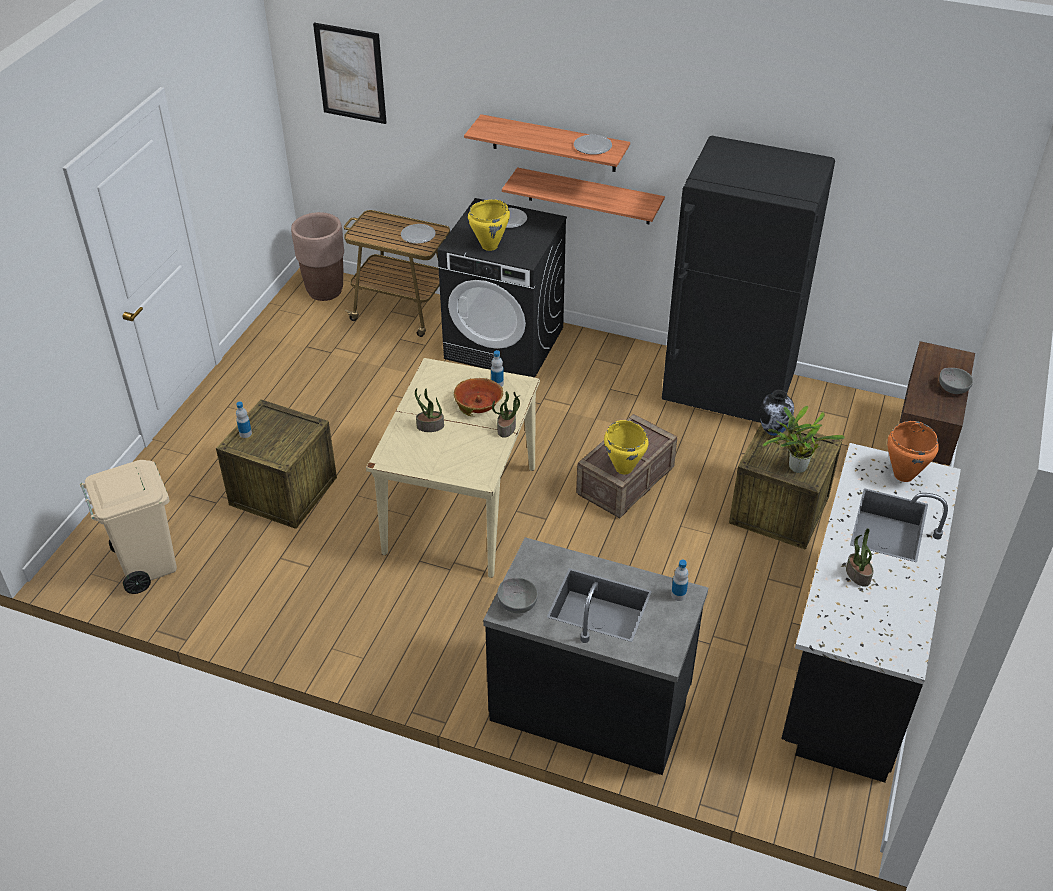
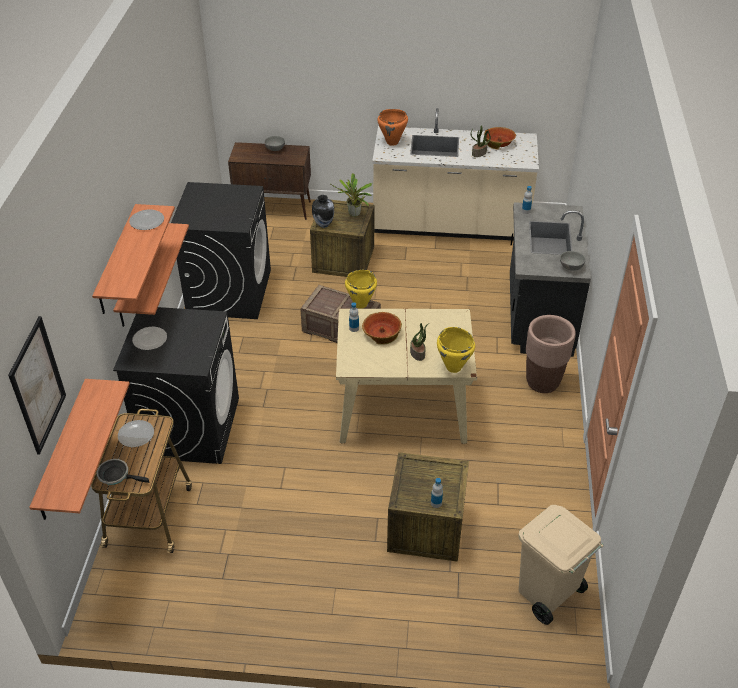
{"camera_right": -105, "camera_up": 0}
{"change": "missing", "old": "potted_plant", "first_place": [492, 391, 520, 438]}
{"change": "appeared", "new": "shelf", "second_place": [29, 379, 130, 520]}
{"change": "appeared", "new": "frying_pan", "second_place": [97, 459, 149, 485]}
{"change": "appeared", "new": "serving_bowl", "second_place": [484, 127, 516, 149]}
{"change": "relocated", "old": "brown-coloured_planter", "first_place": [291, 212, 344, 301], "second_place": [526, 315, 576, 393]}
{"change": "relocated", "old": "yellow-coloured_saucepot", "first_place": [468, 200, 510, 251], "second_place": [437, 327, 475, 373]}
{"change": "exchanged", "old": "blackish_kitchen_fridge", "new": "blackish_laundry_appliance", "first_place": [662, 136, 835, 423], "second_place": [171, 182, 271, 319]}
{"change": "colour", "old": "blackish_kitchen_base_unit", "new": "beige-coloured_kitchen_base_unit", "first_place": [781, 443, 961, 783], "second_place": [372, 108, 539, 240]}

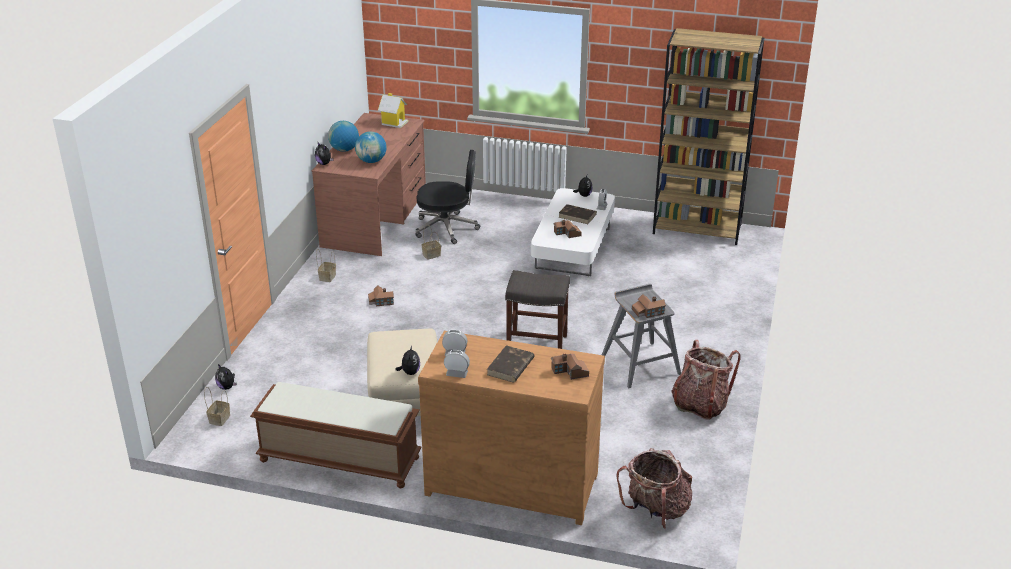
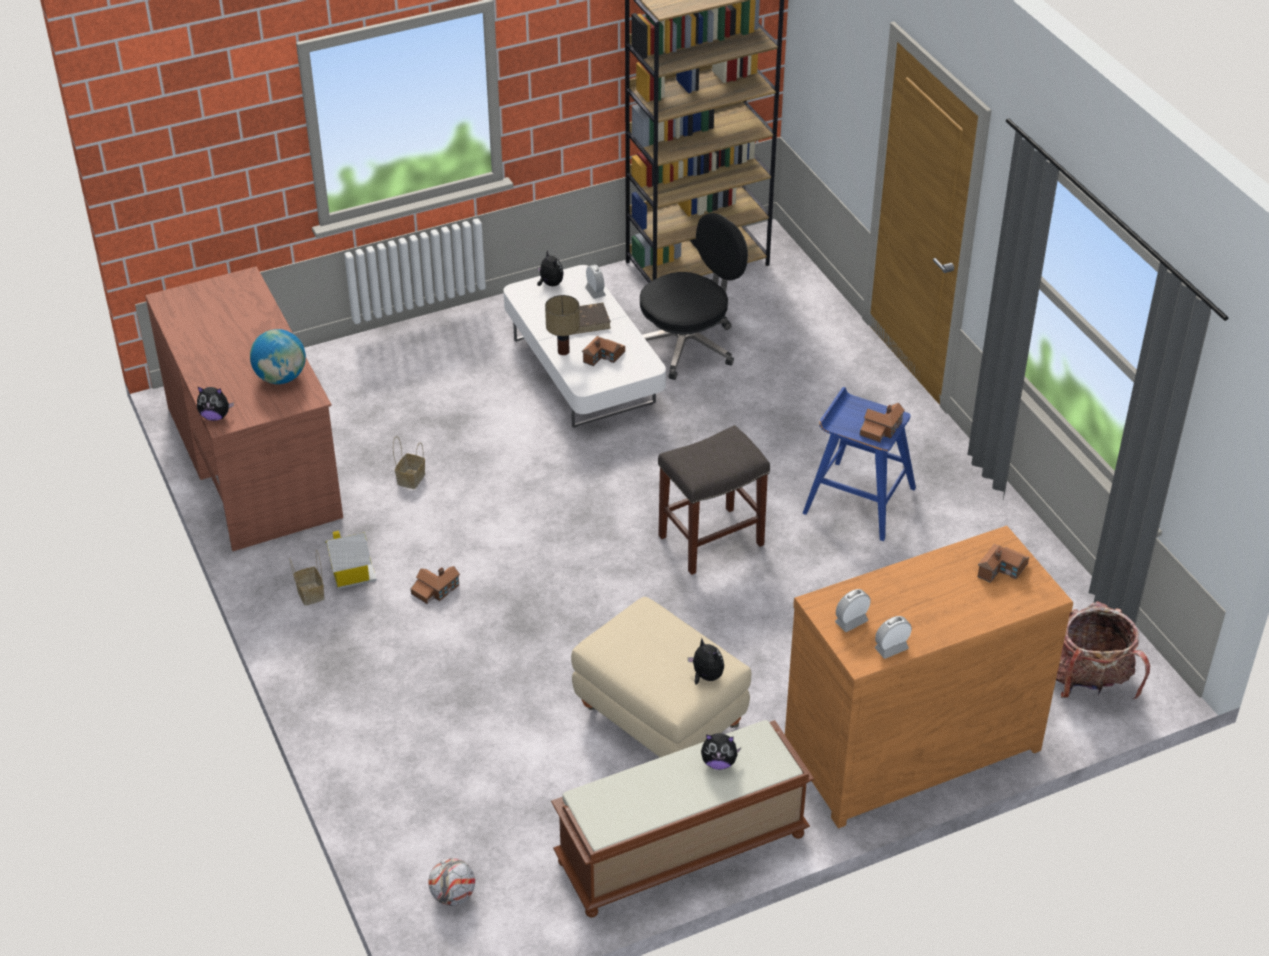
{"camera_right": -40, "camera_up": 10}
{"change": "missing", "old": "desk_globe", "first_place": [328, 121, 359, 152]}
{"change": "missing", "old": "brown-coloured_volume", "first_place": [487, 345, 534, 383]}
{"change": "missing", "old": "rucksack", "first_place": [671, 340, 740, 420]}
{"change": "appeared", "new": "table_lamp", "second_place": [545, 295, 580, 355]}
{"change": "relocated", "old": "plush_toy", "first_place": [215, 364, 237, 390], "second_place": [701, 733, 741, 770]}
{"change": "relocated", "old": "miniature_house", "first_place": [378, 93, 408, 128], "second_place": [324, 531, 377, 589]}
{"change": "relocated", "old": "blackish_office_chair", "first_place": [415, 150, 480, 244], "second_place": [640, 213, 748, 380]}
{"change": "exchanged", "old": "basket", "new": "football", "first_place": [204, 387, 230, 426], "second_place": [428, 858, 475, 906]}
{"change": "colour", "old": "greyish_stool", "new": "blue-coloured_stool", "first_place": [602, 284, 681, 388], "second_place": [802, 387, 916, 541]}

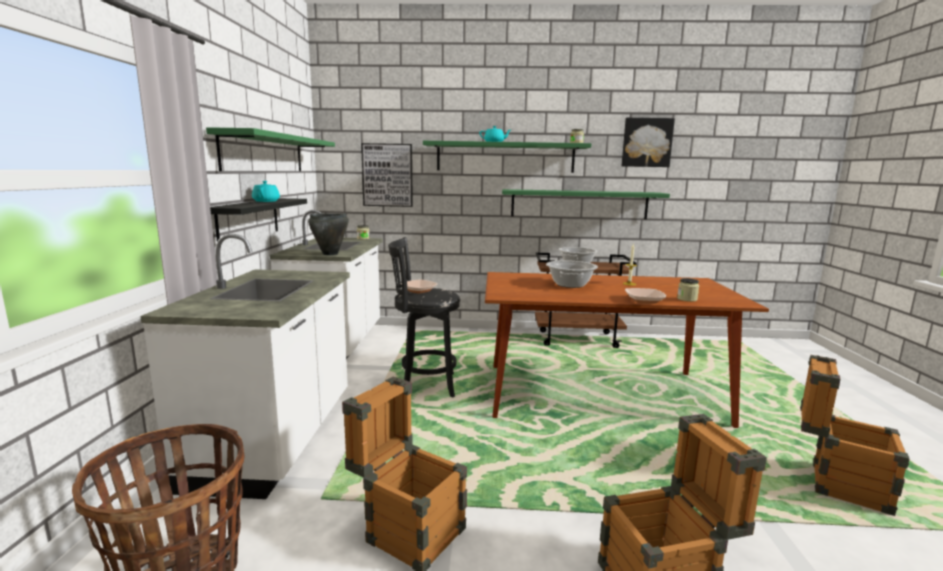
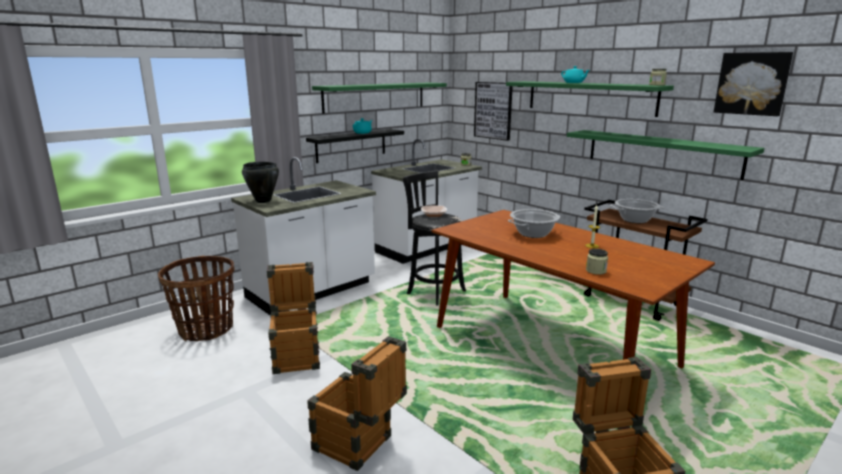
{"camera_right": 45, "camera_up": 5}
{"change": "missing", "old": "serving_bowl", "first_place": [625, 288, 666, 304]}
{"change": "relocated", "old": "blackish_saucepot", "first_place": [308, 213, 349, 255], "second_place": [242, 162, 279, 203]}

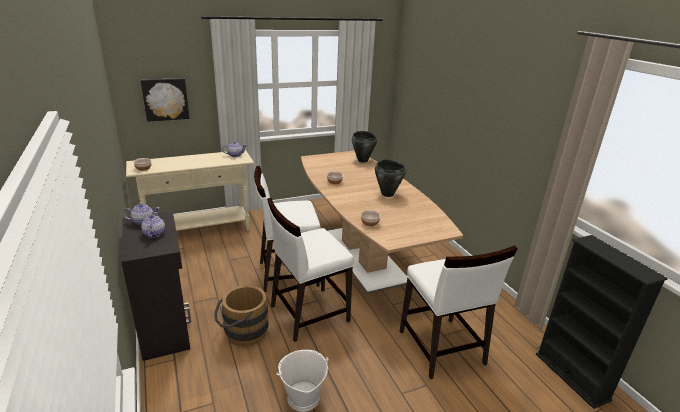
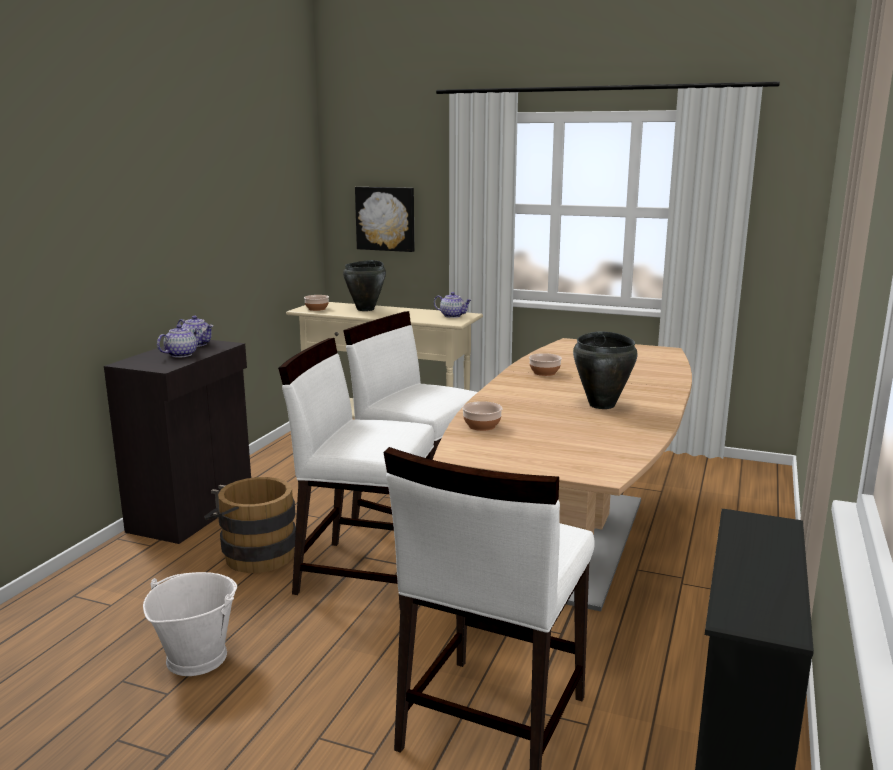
{"camera_right": 45, "camera_up": -10}
{"change": "relocated", "old": "blackish_saucepot", "first_place": [352, 131, 377, 163], "second_place": [343, 260, 386, 311]}

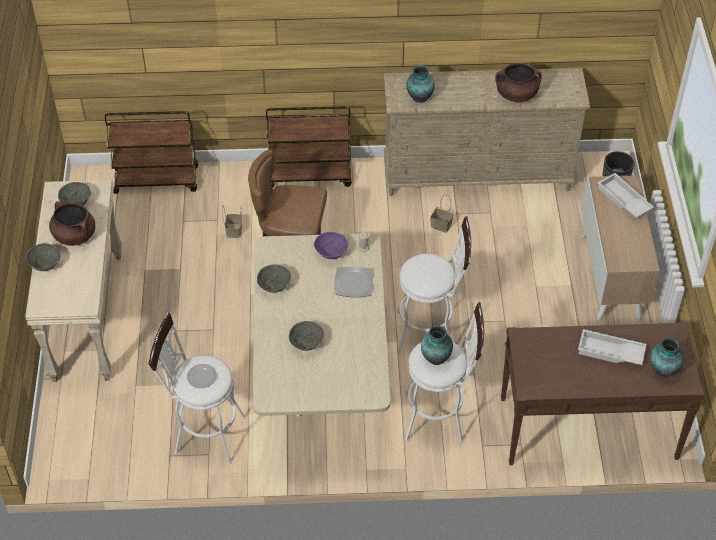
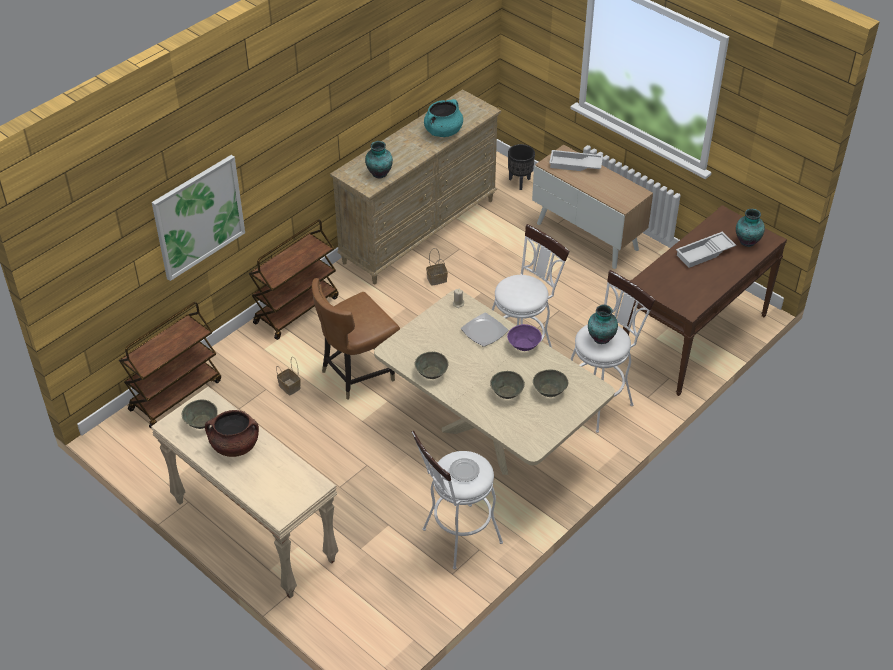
{"camera_right": -45, "camera_up": -5}
{"change": "appeared", "new": "wall_picture", "second_place": [152, 155, 245, 281]}
{"change": "relocated", "old": "greyish_serving_bowl", "first_place": [25, 243, 61, 271], "second_place": [533, 369, 568, 397]}
{"change": "relocated", "old": "purple-coloured_serving_bowl", "first_place": [314, 232, 348, 259], "second_place": [507, 324, 542, 351]}
{"change": "colour", "old": "brown-coloured_saucepot", "new": "blue-green_saucepot", "first_place": [495, 63, 542, 102], "second_place": [424, 99, 463, 137]}

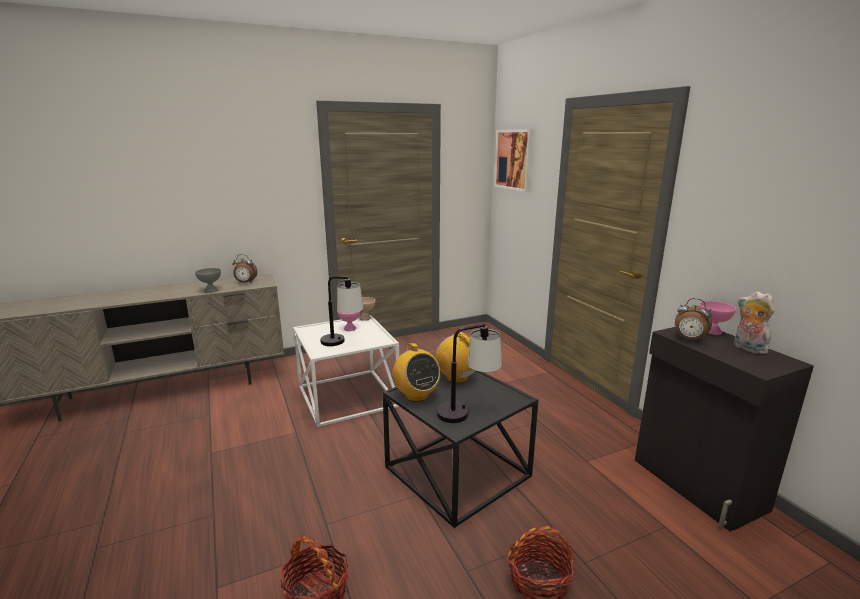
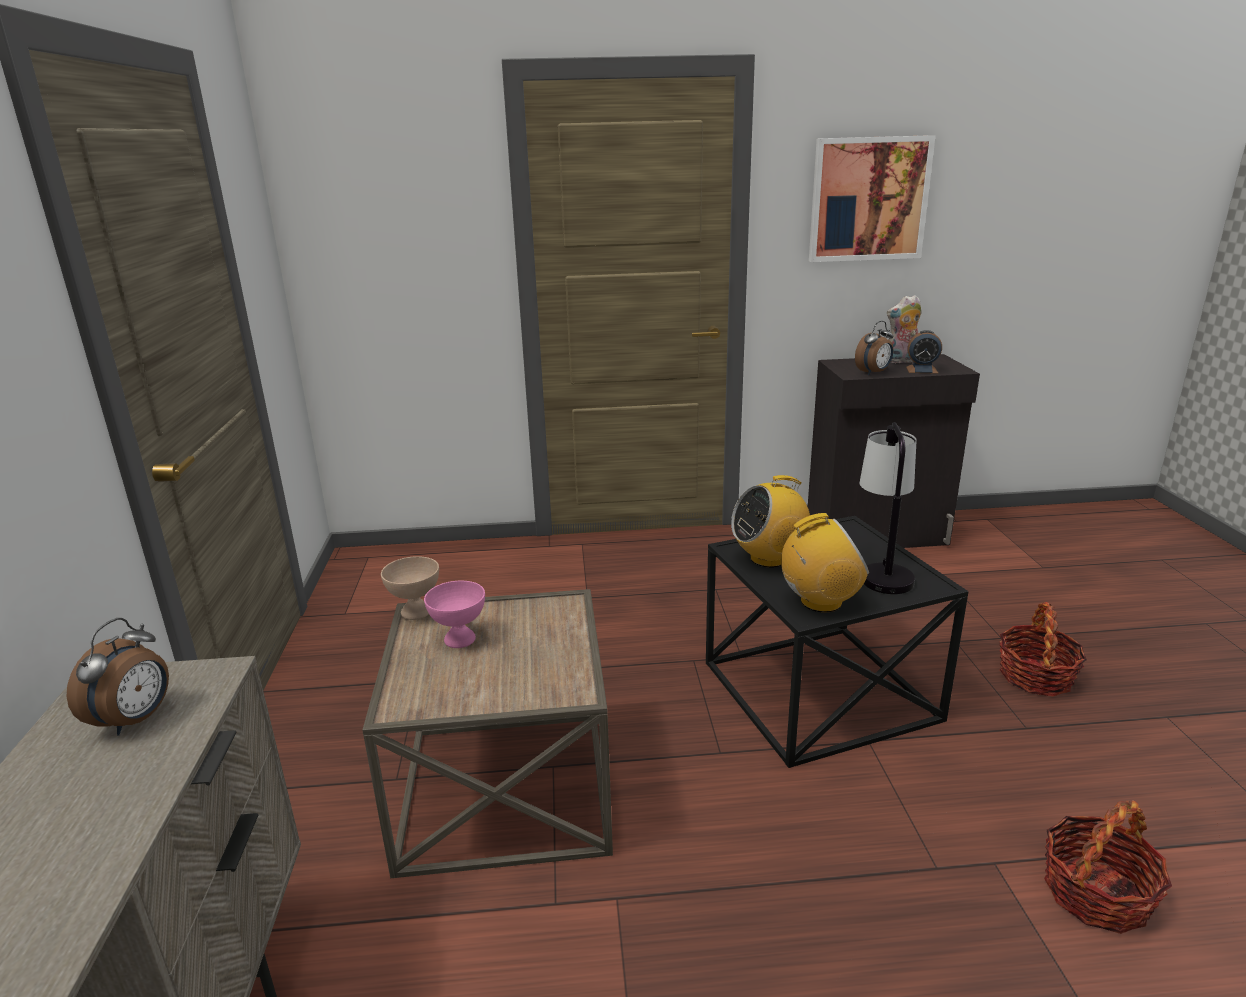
{"camera_right": -70, "camera_up": 5}
{"change": "missing", "old": "greyish_serving_bowl", "first_place": [195, 268, 221, 293]}
{"change": "missing", "old": "table_lamp", "first_place": [320, 276, 363, 346]}
{"change": "missing", "old": "pink-coloured_serving_bowl", "first_place": [699, 301, 736, 335]}
{"change": "appeared", "new": "bedside_clock", "second_place": [906, 330, 942, 374]}
{"change": "relocated", "old": "wall_picture", "first_place": [494, 129, 533, 192], "second_place": [809, 135, 936, 262]}
{"change": "colour", "old": "white_end_table", "new": "brown-coloured_end_table", "first_place": [293, 315, 400, 427], "second_place": [362, 589, 613, 878]}

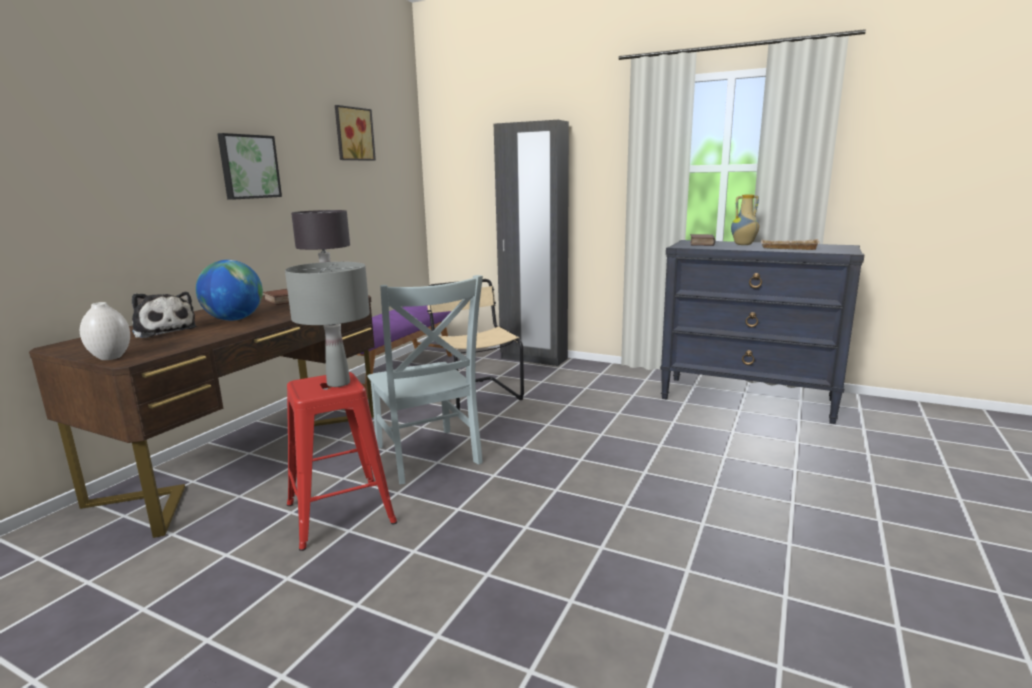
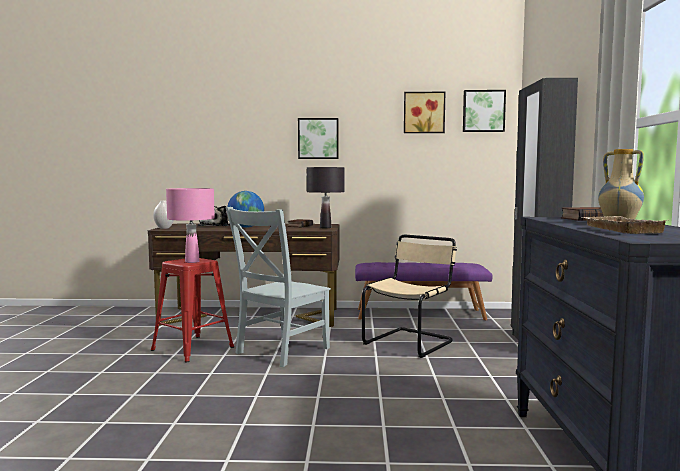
{"camera_right": 65, "camera_up": -10}
{"change": "appeared", "new": "wall_picture", "second_place": [463, 90, 506, 132]}
{"change": "colour", "old": "greyish_table_lamp", "new": "pink-coloured_table_lamp", "first_place": [285, 262, 370, 387], "second_place": [166, 188, 215, 263]}

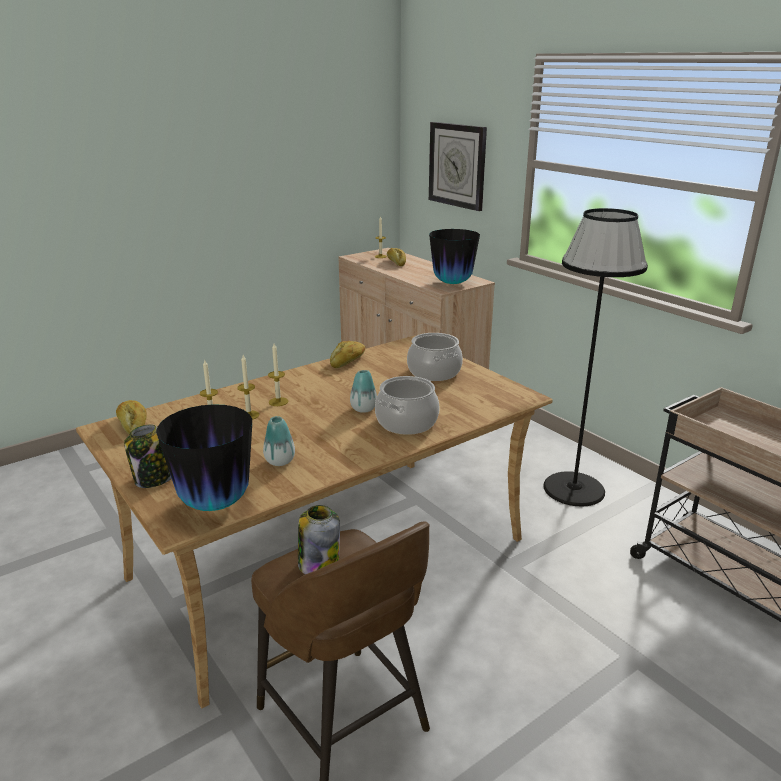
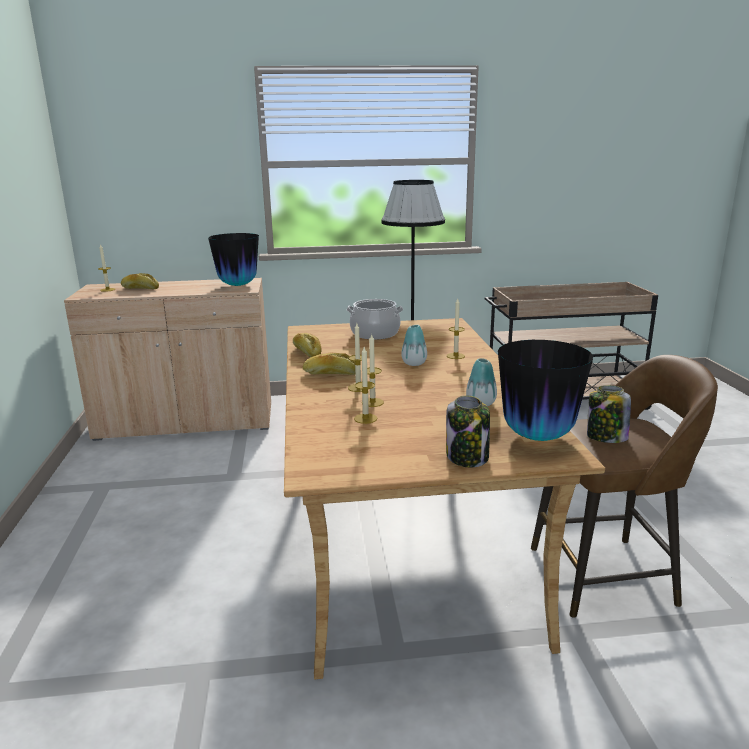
{"camera_right": -60, "camera_up": -5}
{"change": "missing", "old": "clock_on_the_wall", "first_place": [429, 122, 487, 211]}
{"change": "relocated", "old": "bread", "first_place": [116, 400, 147, 435], "second_place": [303, 352, 355, 375]}
{"change": "exchanged", "old": "saucepot", "new": "wax_candle", "first_place": [375, 376, 440, 435], "second_place": [447, 299, 465, 359]}

